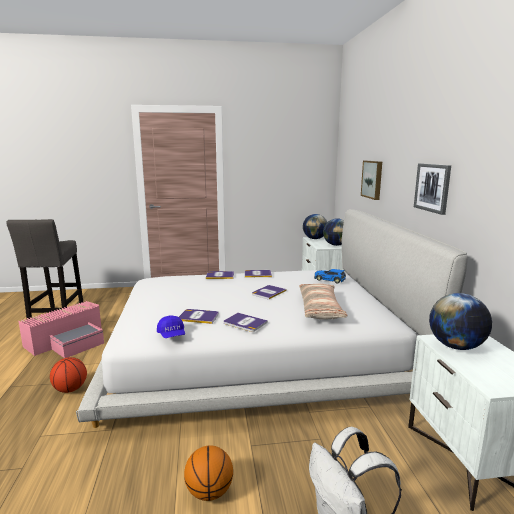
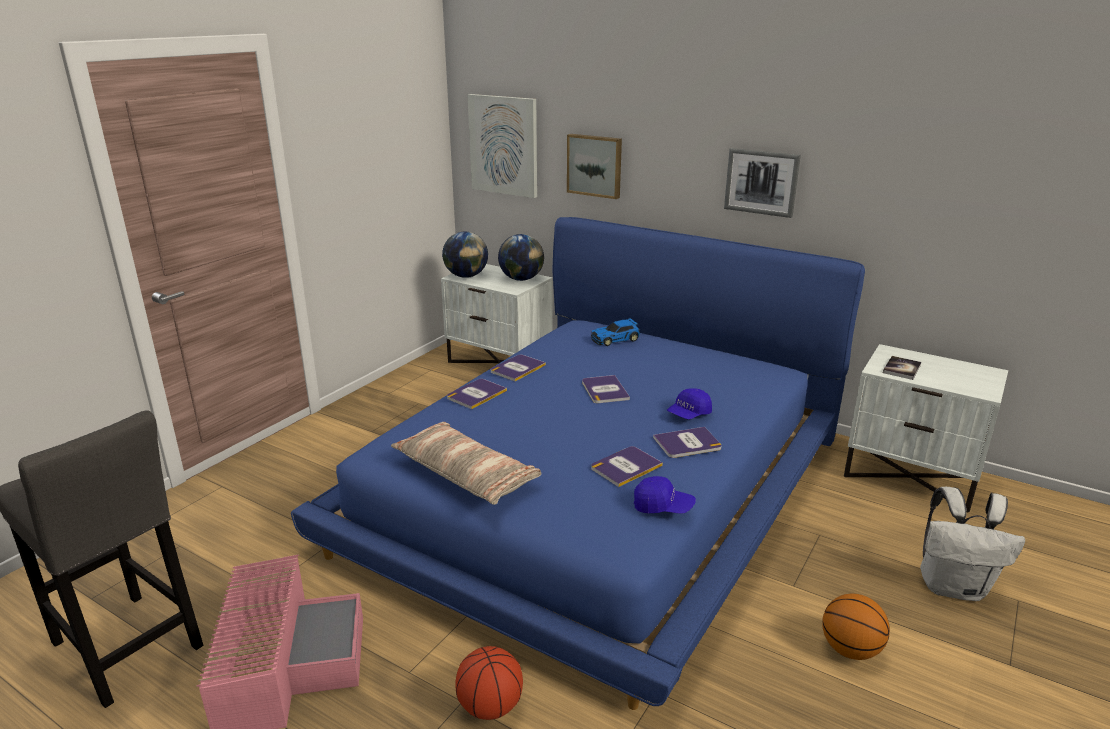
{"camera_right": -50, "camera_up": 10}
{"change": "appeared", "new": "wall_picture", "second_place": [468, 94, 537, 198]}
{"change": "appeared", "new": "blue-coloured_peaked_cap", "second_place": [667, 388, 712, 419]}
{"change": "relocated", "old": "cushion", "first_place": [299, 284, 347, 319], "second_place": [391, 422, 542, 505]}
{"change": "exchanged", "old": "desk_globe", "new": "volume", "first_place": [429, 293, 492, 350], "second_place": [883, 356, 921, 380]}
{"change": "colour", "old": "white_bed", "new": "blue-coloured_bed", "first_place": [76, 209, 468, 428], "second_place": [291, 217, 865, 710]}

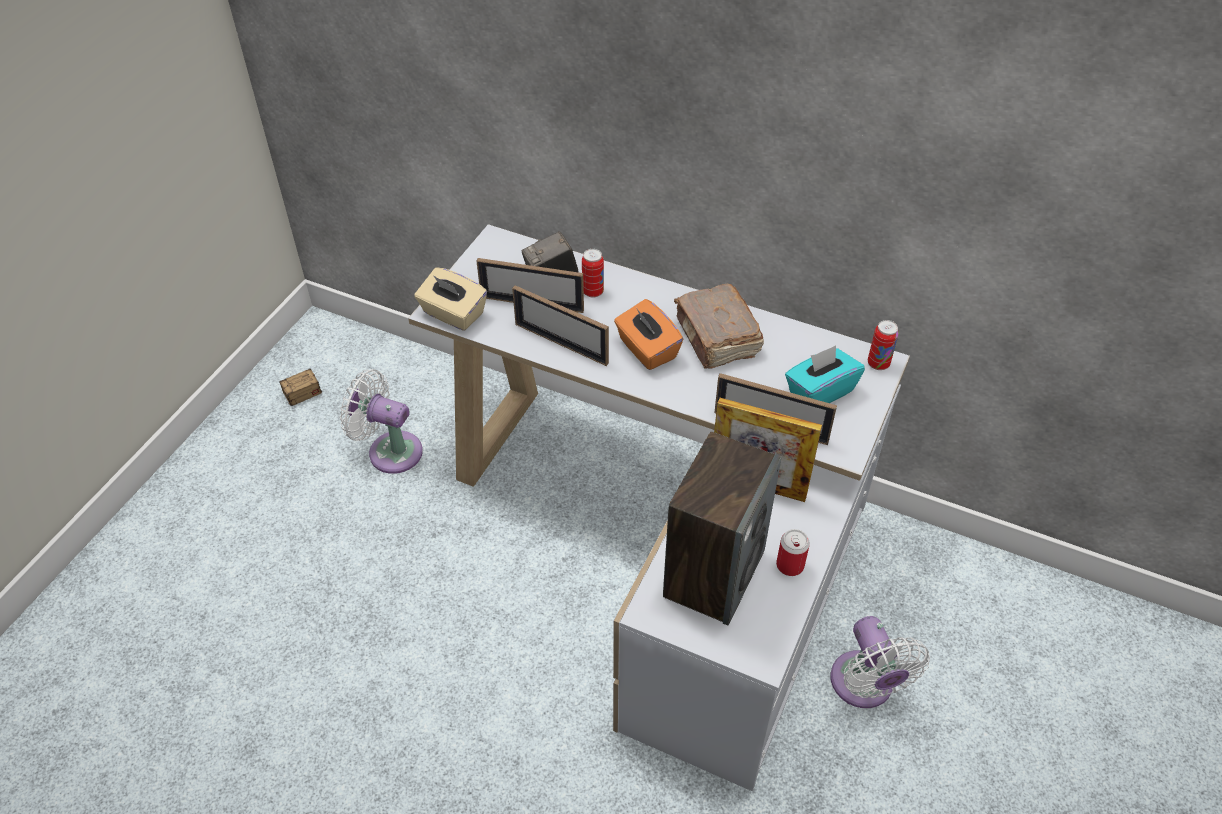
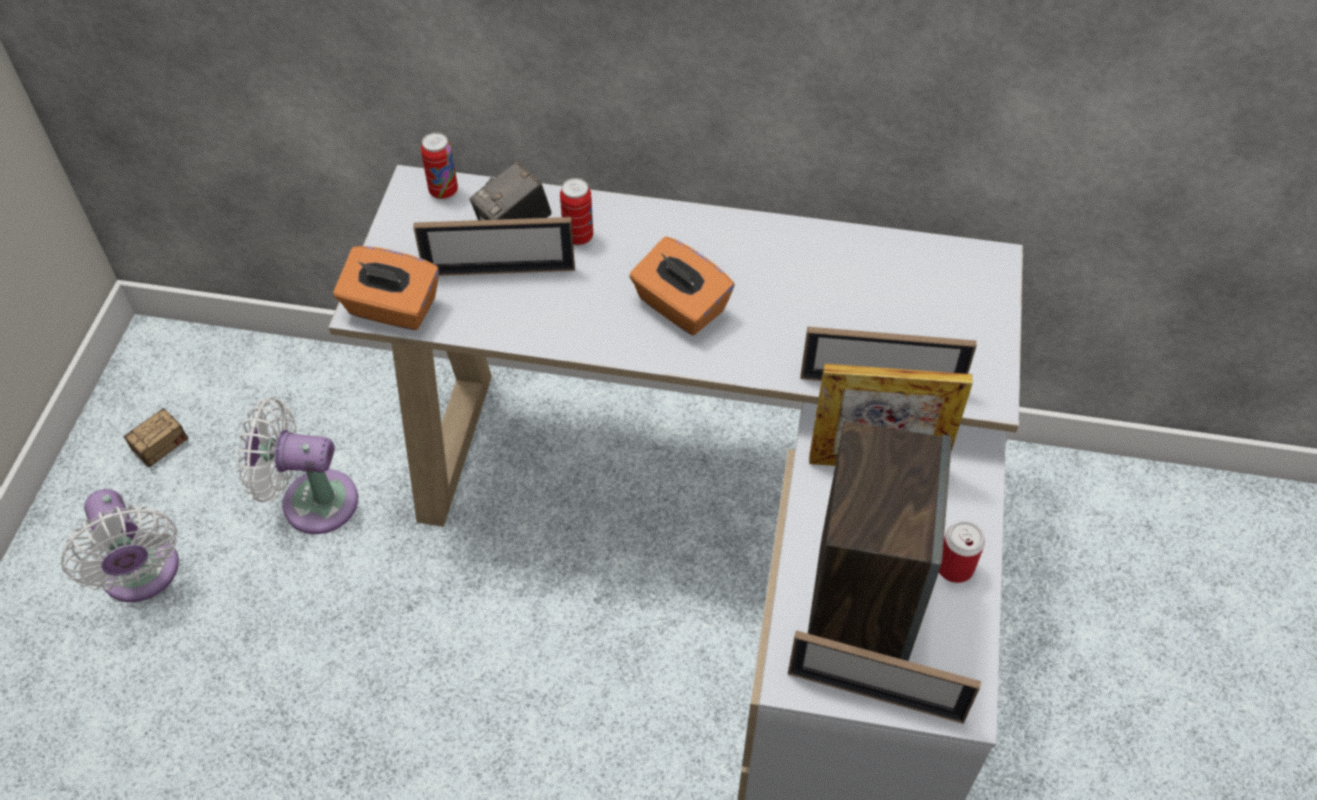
{"camera_right": -15, "camera_up": 5}
{"change": "missing", "old": "brown-coloured_volume", "first_place": [674, 284, 764, 369]}
{"change": "missing", "old": "blue-green_box_of_tissues", "first_place": [785, 345, 865, 403]}
{"change": "relocated", "old": "standing_frame", "first_place": [512, 285, 609, 366], "second_place": [788, 630, 981, 724]}
{"change": "relocated", "old": "white_cooling_fan", "first_place": [830, 616, 930, 708], "second_place": [61, 489, 179, 602]}
{"change": "relocated", "old": "can", "first_place": [868, 320, 899, 370], "second_place": [421, 132, 458, 199]}
{"change": "colour", "old": "beige-coloured_box_of_tissues", "new": "orange-coloured_box_of_tissues", "first_place": [414, 268, 487, 331], "second_place": [333, 246, 439, 330]}

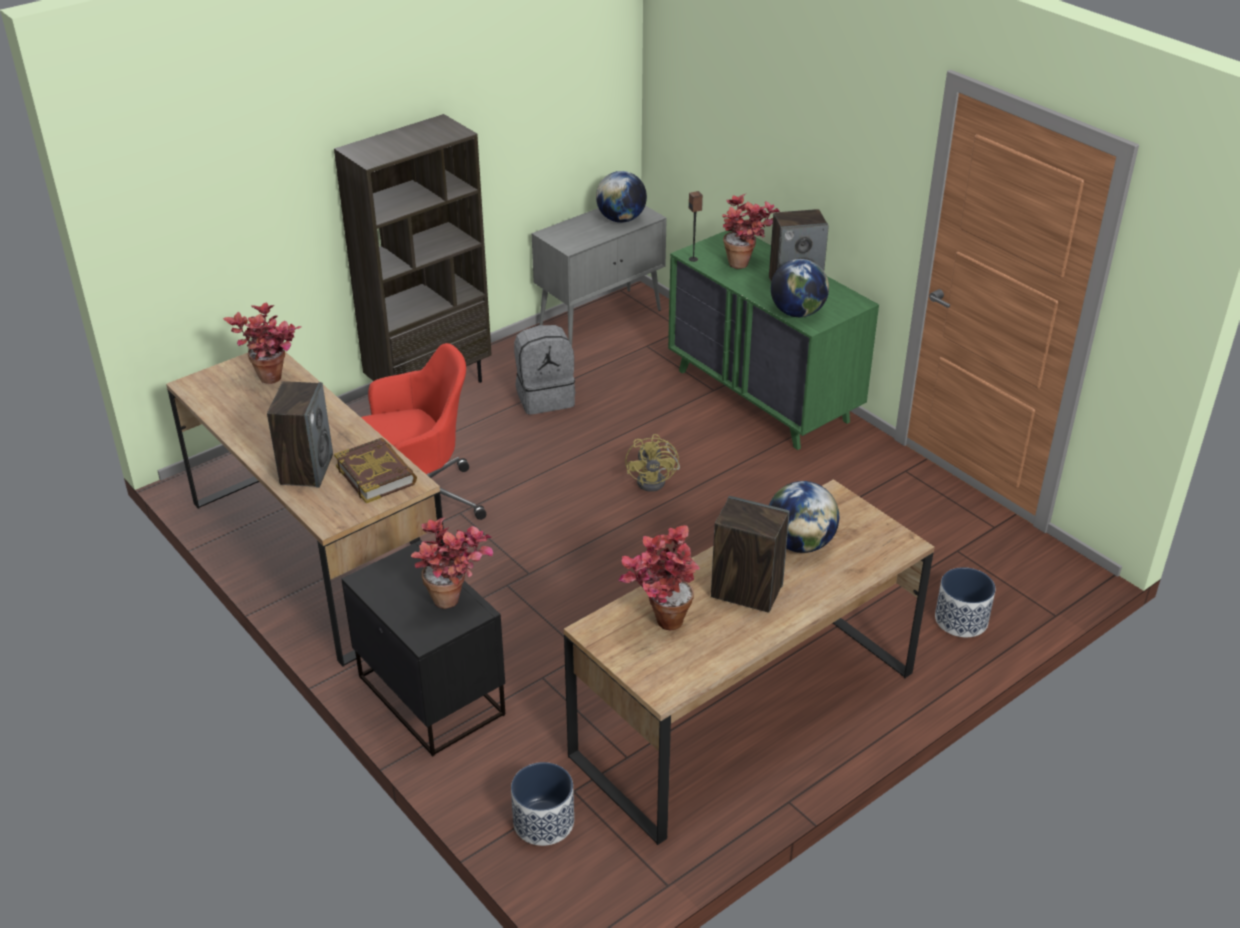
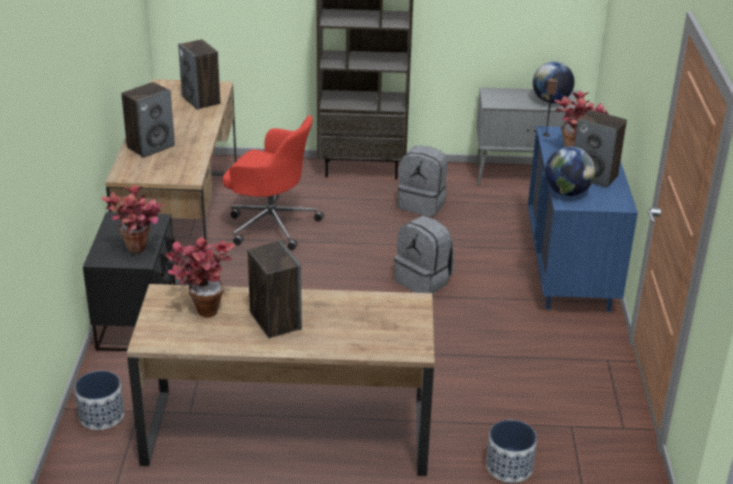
{"camera_right": 40, "camera_up": -5}
{"change": "missing", "old": "volume", "first_place": [334, 438, 417, 503]}
{"change": "missing", "old": "desk_globe", "first_place": [769, 481, 839, 553]}
{"change": "exchanged", "old": "potted_plant", "new": "speaker", "first_place": [223, 302, 301, 384], "second_place": [178, 39, 221, 110]}
{"change": "exchanged", "old": "yellow-coloured_cooling_fan", "new": "greyish_rucksack", "first_place": [625, 434, 680, 492], "second_place": [394, 216, 454, 294]}
{"change": "colour", "old": "greenish_dresser", "new": "blue-coloured_dresser", "first_place": [668, 228, 879, 450], "second_place": [528, 126, 638, 312]}

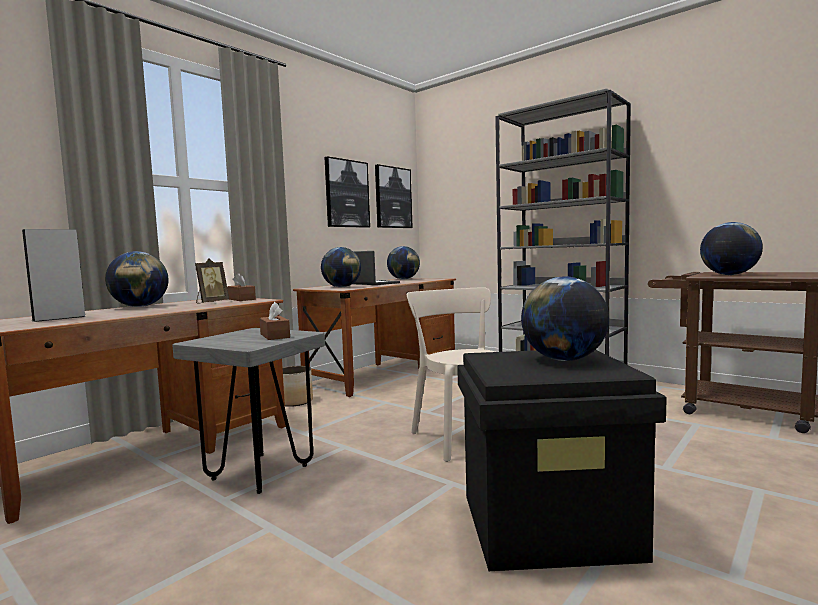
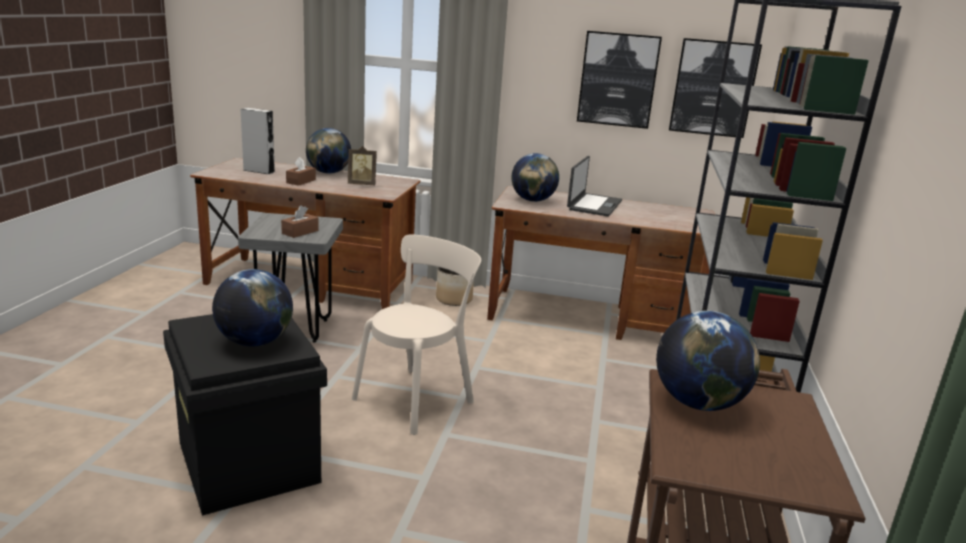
{"camera_right": 60, "camera_up": 15}
{"change": "missing", "old": "desk_globe", "first_place": [387, 246, 420, 279]}
{"change": "relocated", "old": "brown-coloured_box_of_tissues", "first_place": [227, 273, 256, 301], "second_place": [286, 157, 316, 186]}

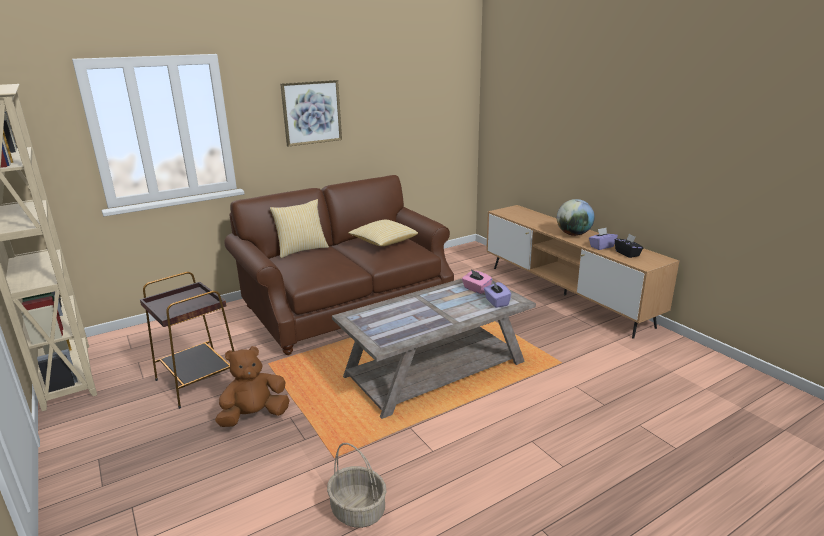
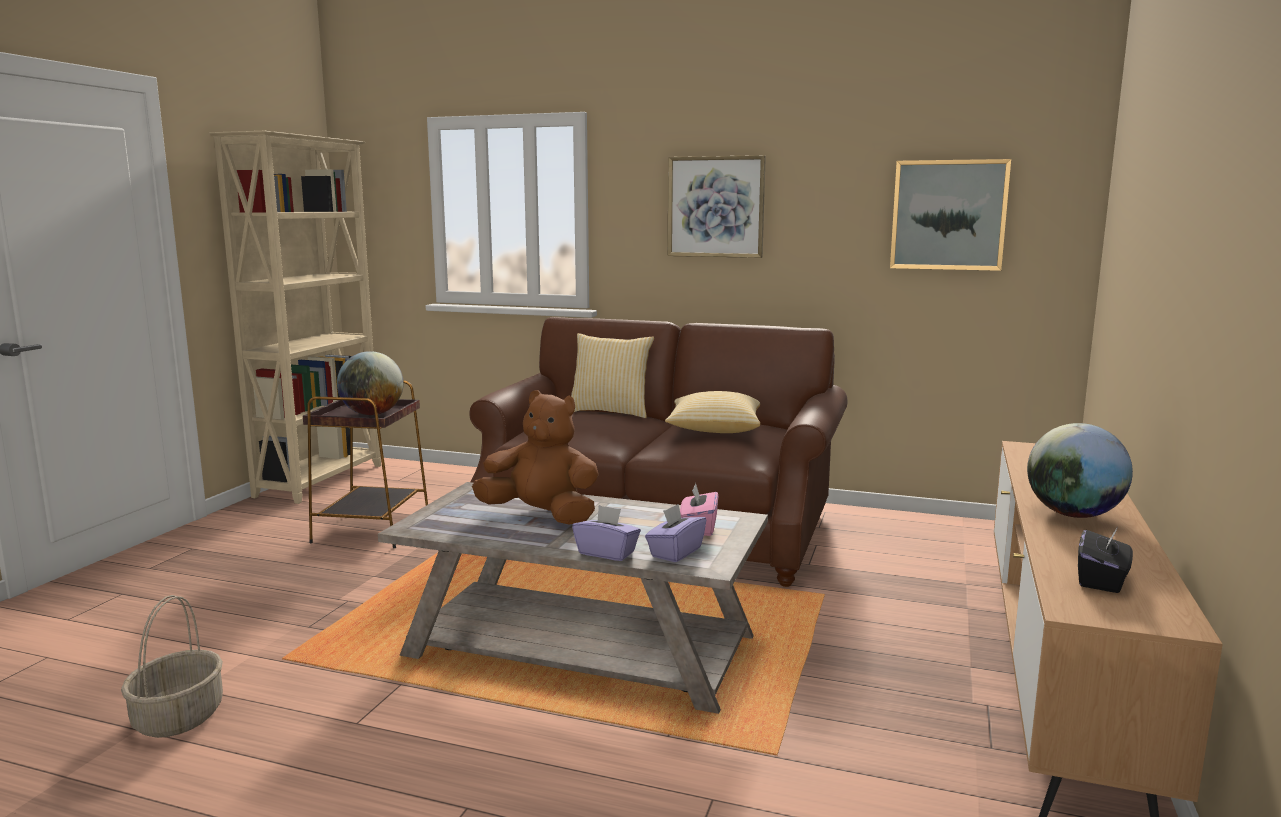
{"camera_right": 50, "camera_up": -10}
{"change": "appeared", "new": "desk_globe", "second_place": [337, 351, 404, 415]}
{"change": "appeared", "new": "wall_picture", "second_place": [890, 159, 1011, 271]}
{"change": "relocated", "old": "brown-coloured_plush_toy", "first_place": [215, 346, 290, 427], "second_place": [472, 390, 599, 525]}
{"change": "relocated", "old": "purple-coloured_box_of_tissues", "first_place": [589, 227, 618, 250], "second_place": [572, 505, 641, 561]}

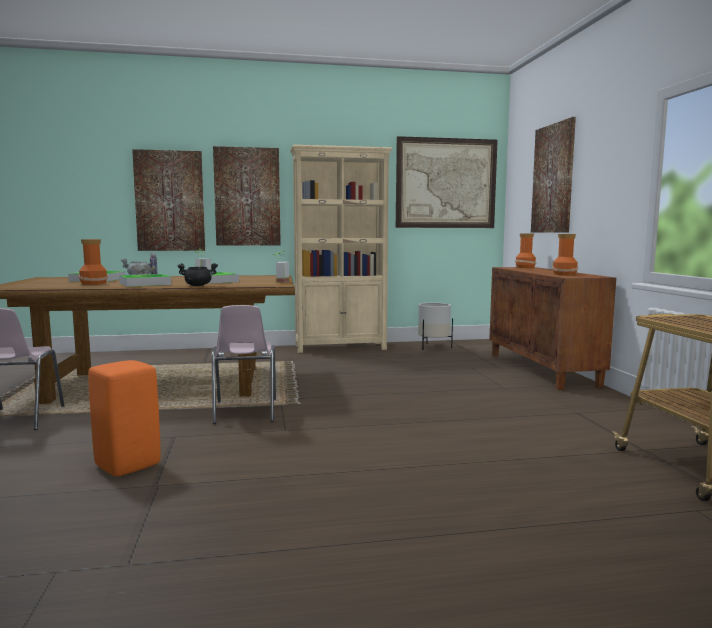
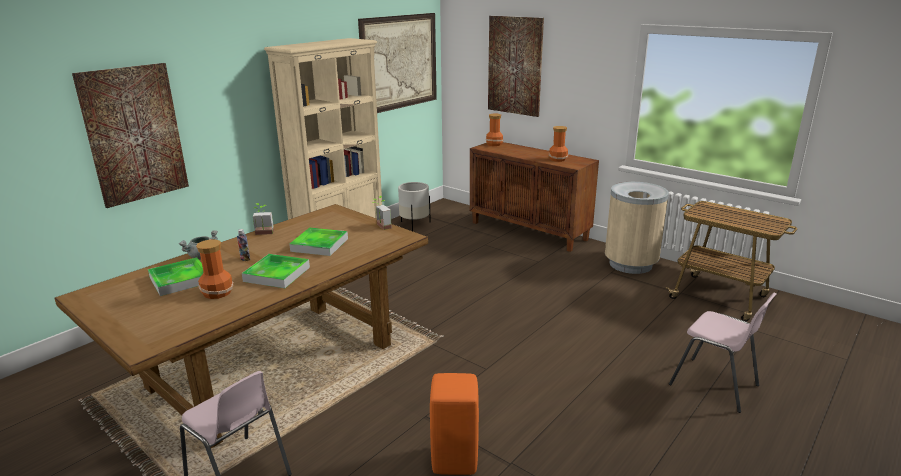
{"camera_right": -40, "camera_up": 15}
{"change": "missing", "old": "blackish_saucepot", "first_place": [177, 263, 218, 286]}
{"change": "missing", "old": "wall_picture", "first_place": [213, 146, 281, 246]}
{"change": "appeared", "new": "beige-coloured_trash_can", "second_place": [605, 182, 669, 274]}
{"change": "relocated", "old": "pink-coloured_plain_chair", "first_place": [212, 305, 276, 424], "second_place": [669, 293, 776, 413]}

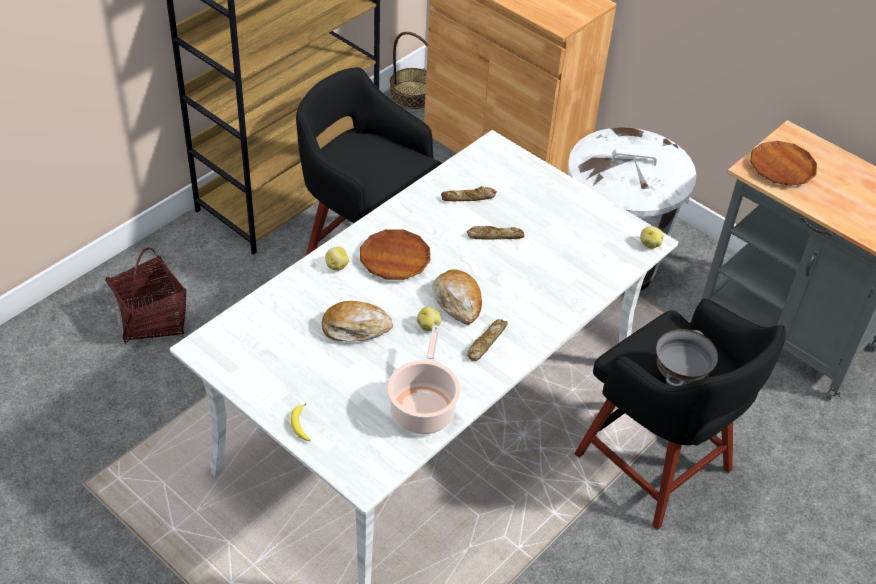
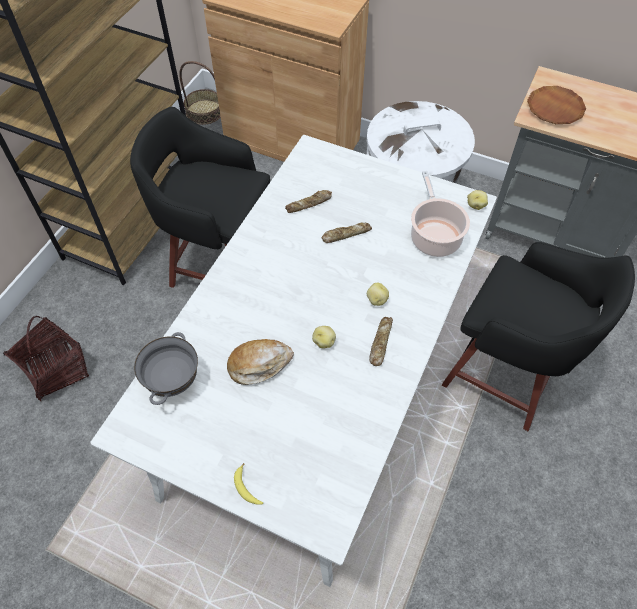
{"camera_right": -15, "camera_up": 10}
{"change": "missing", "old": "brown-coloured_flat_dish", "first_place": [360, 229, 431, 280]}
{"change": "missing", "old": "bread", "first_place": [432, 269, 482, 325]}
{"change": "relocated", "old": "potato", "first_place": [325, 247, 349, 271], "second_place": [367, 283, 389, 306]}
{"change": "relocated", "old": "saucepot", "first_place": [387, 325, 460, 434], "second_place": [411, 171, 470, 257]}
{"change": "relocated", "old": "greyish_serving_bowl", "first_place": [656, 329, 718, 386], "second_place": [134, 332, 198, 405]}

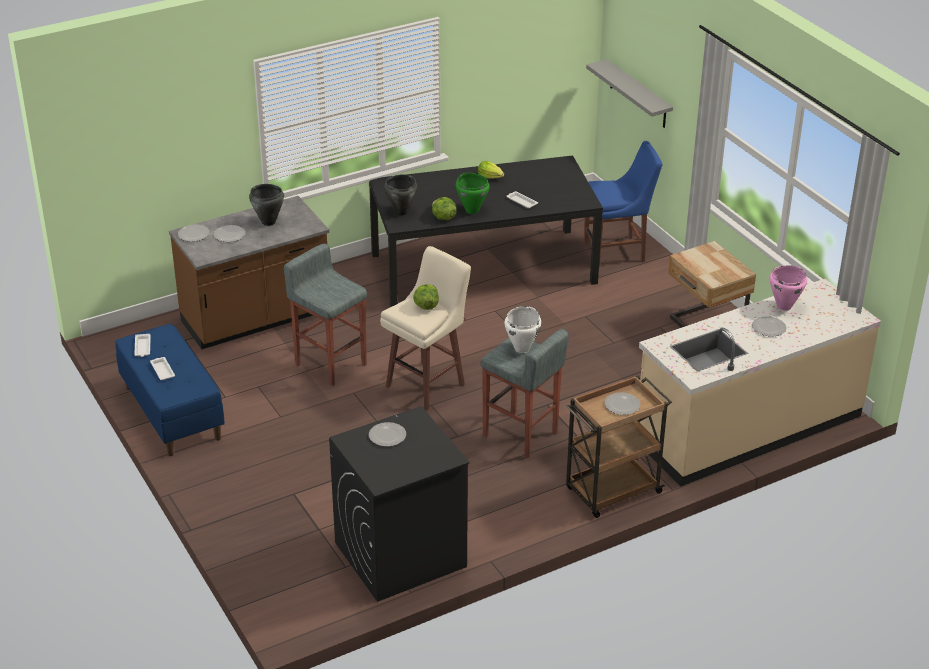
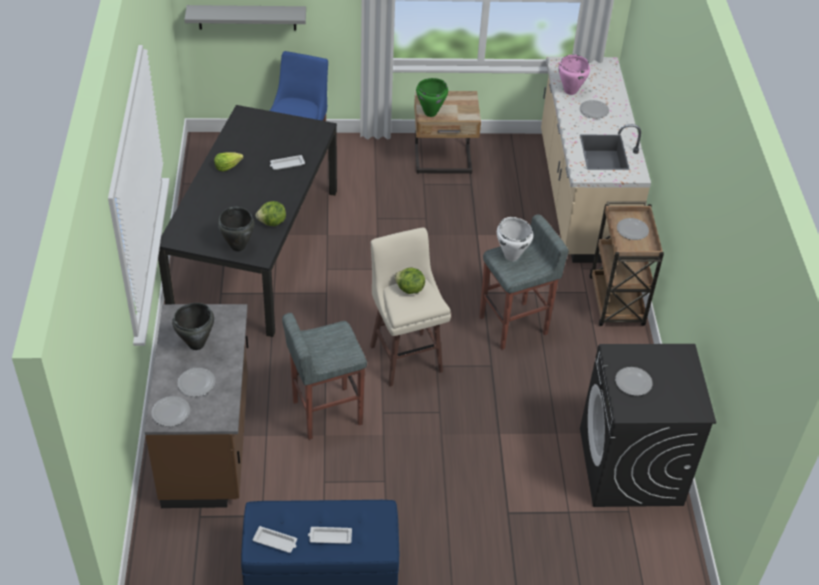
{"camera_right": -65, "camera_up": 10}
{"change": "relocated", "old": "greenish_saucepot", "first_place": [456, 173, 490, 214], "second_place": [416, 78, 448, 117]}

